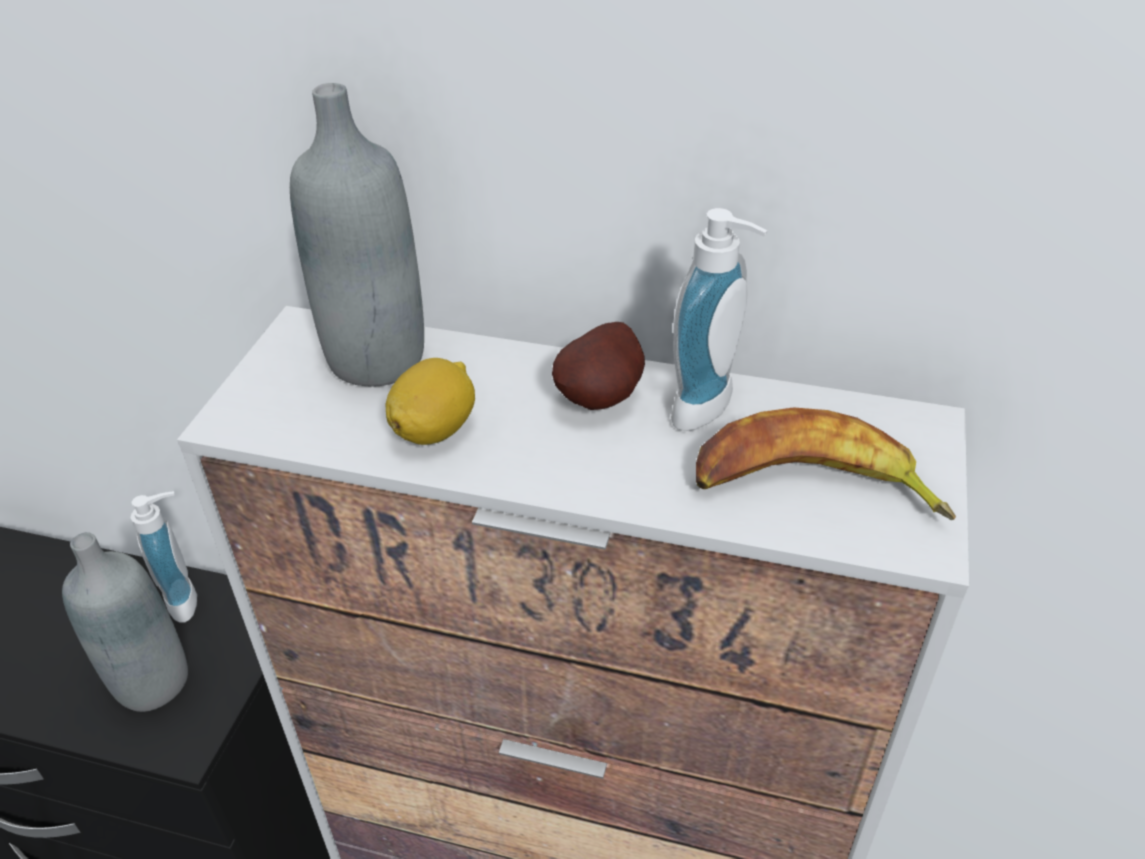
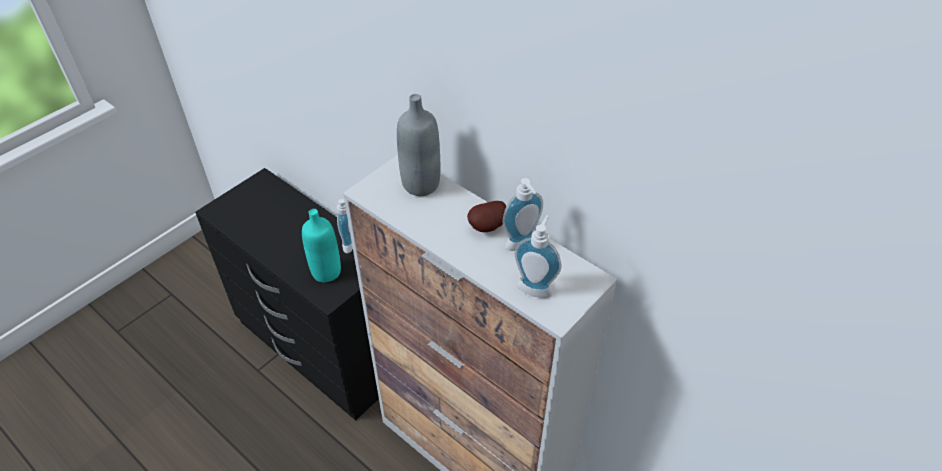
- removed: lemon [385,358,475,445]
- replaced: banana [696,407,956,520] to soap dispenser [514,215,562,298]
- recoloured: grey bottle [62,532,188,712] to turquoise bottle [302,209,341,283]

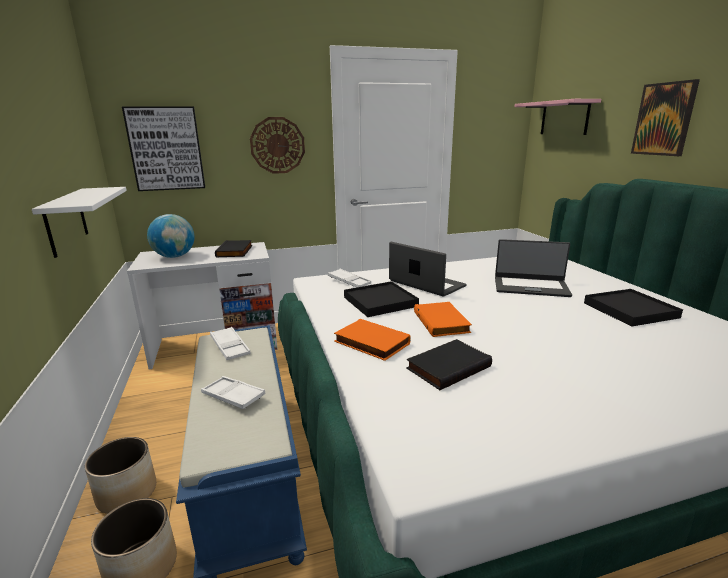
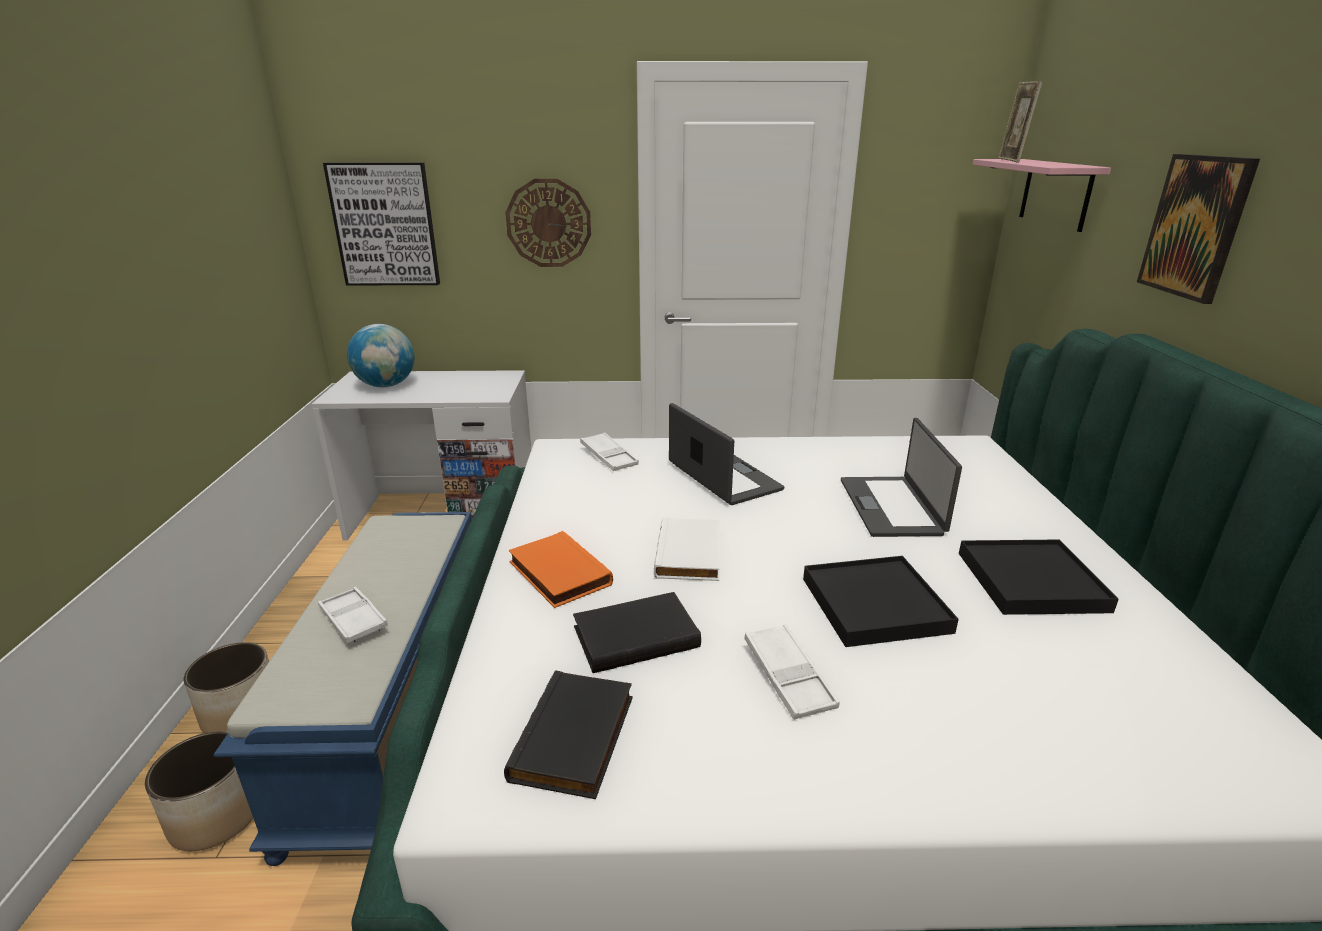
- removed: white shelf [32,187,127,258]
- turned: laptop [495,239,572,297] = [841,418,962,537] 60 degrees clockwise
- moved: black book [215,240,253,258] to [504,670,633,799]
- moved: black tray [344,281,419,317] to [803,556,959,647]
- recoloured: orange book [414,302,472,337] to white book [654,517,721,581]
- moved: white tray [210,327,250,360] to [744,624,840,720]
- added: picture frame [998,81,1043,162]

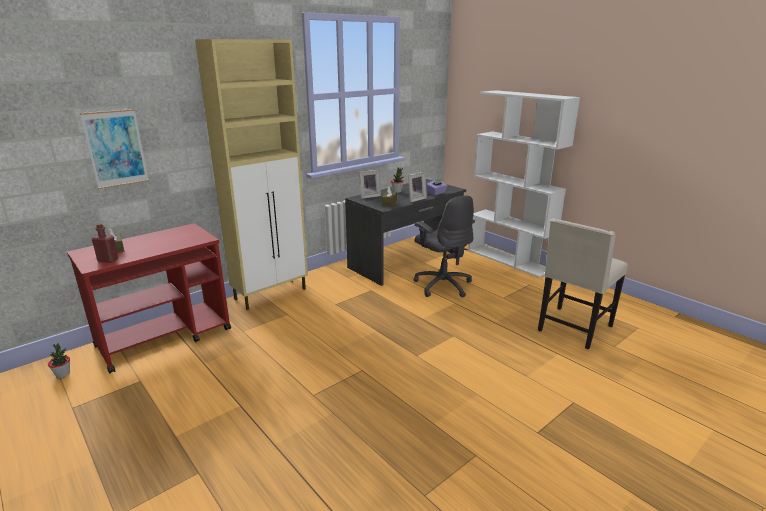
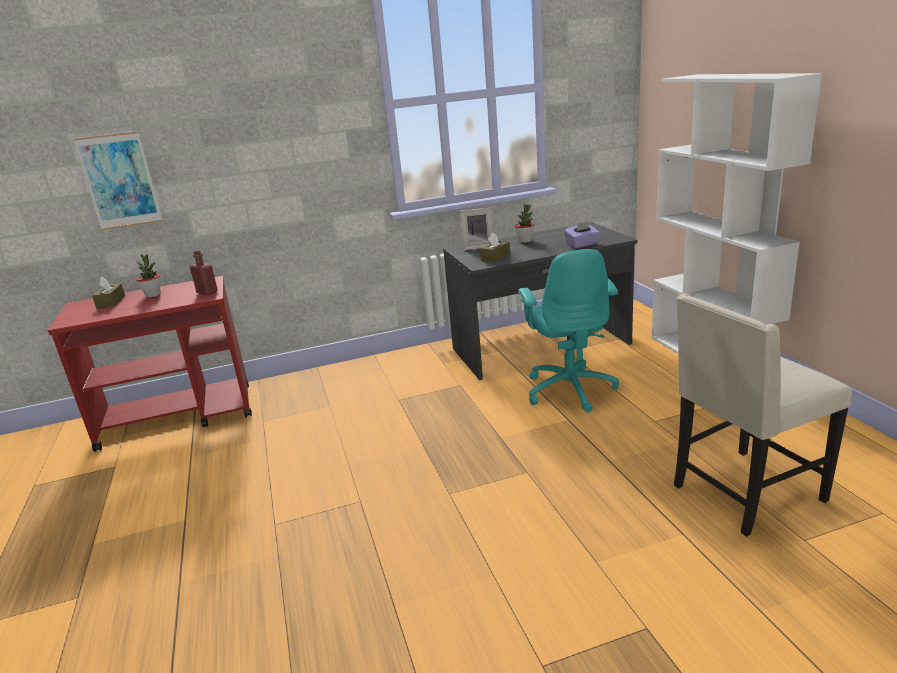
- removed: beige cabinet [195,39,308,310]
- removed: picture frame [408,172,427,202]
- recoloured: grey office chair [414,195,475,298] to turquoise office chair [518,249,619,413]
- moved: red bottle [92,224,118,263] to [190,250,218,295]
- moved: potted plant [48,343,70,378] to [136,254,161,298]

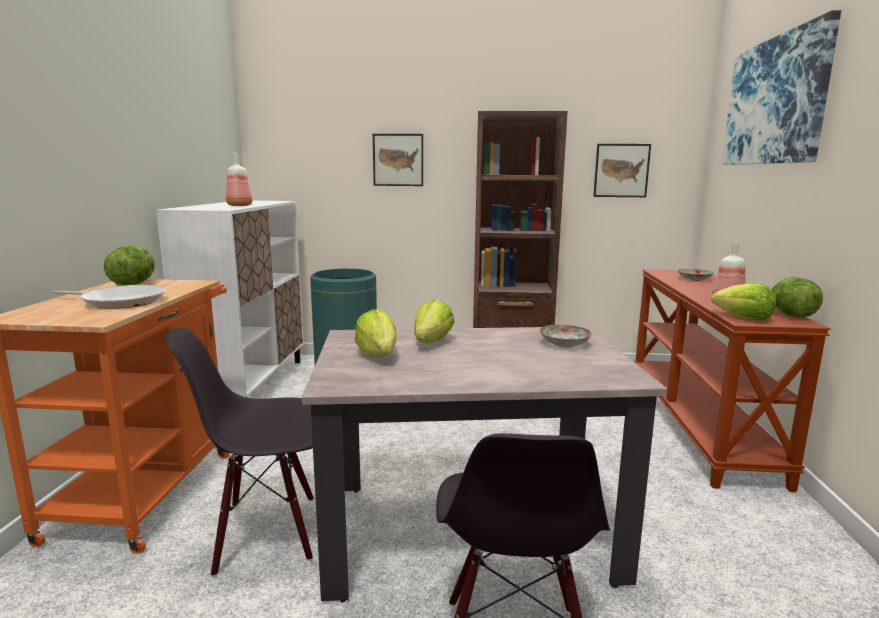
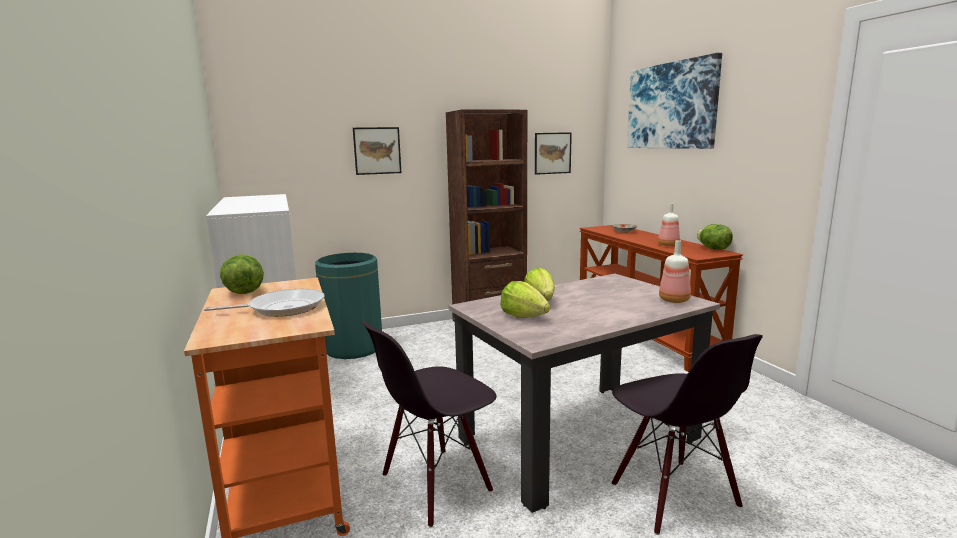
- moved: bottle [226,153,253,206] to [659,240,691,303]
- removed: lettuce [711,283,776,321]
- removed: plate [540,325,592,347]

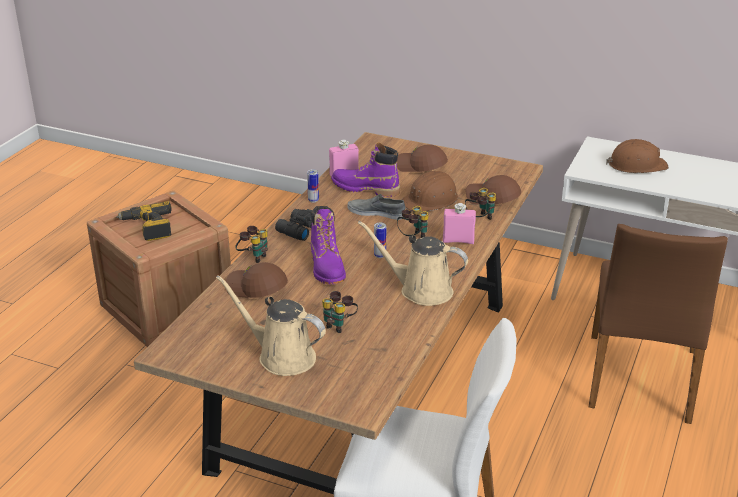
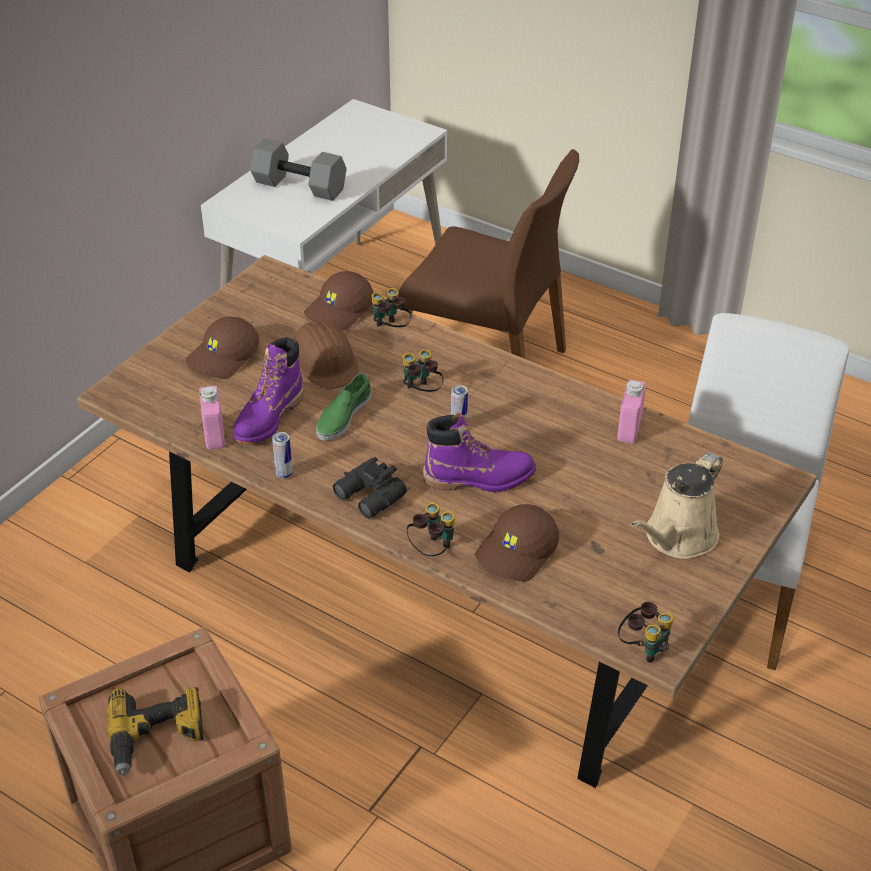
- replaced: brown hard hat [606,139,669,173] to grey dumbbell [250,138,347,201]
- recoloured: grey shoe [348,194,406,220] to green shoe [316,373,371,441]
- moved: pink bottle [443,203,476,244] to [617,380,646,443]
- removed: beige watering can [358,221,468,306]
- moved: binoculars [322,291,358,333] to [618,602,673,663]

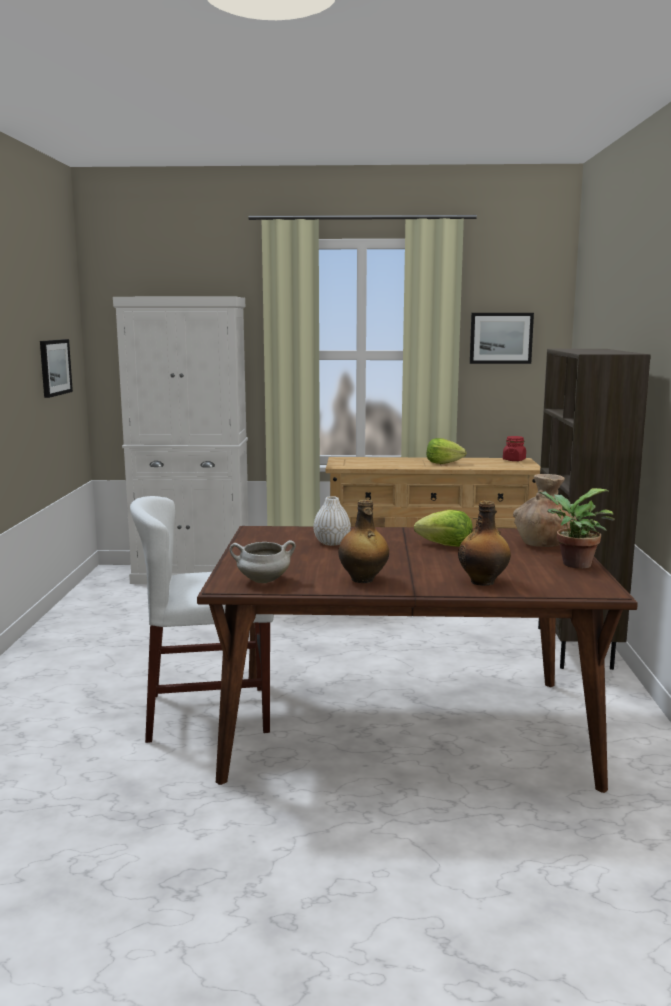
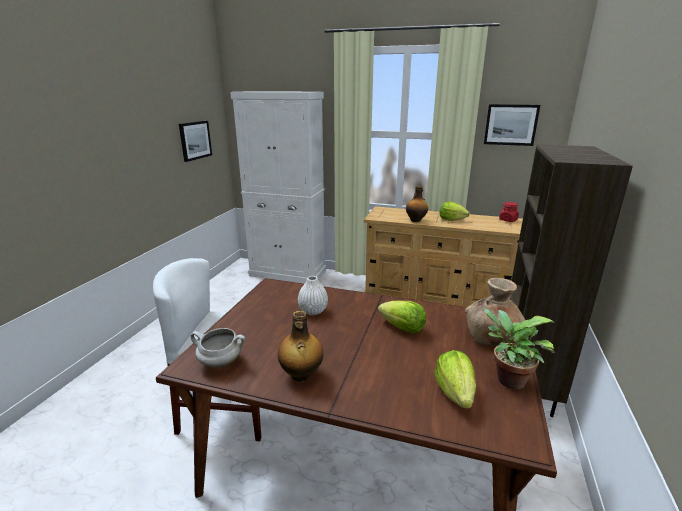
- moved: bottle [458,500,511,586] to [406,185,428,222]
- added: lettuce [435,350,476,409]

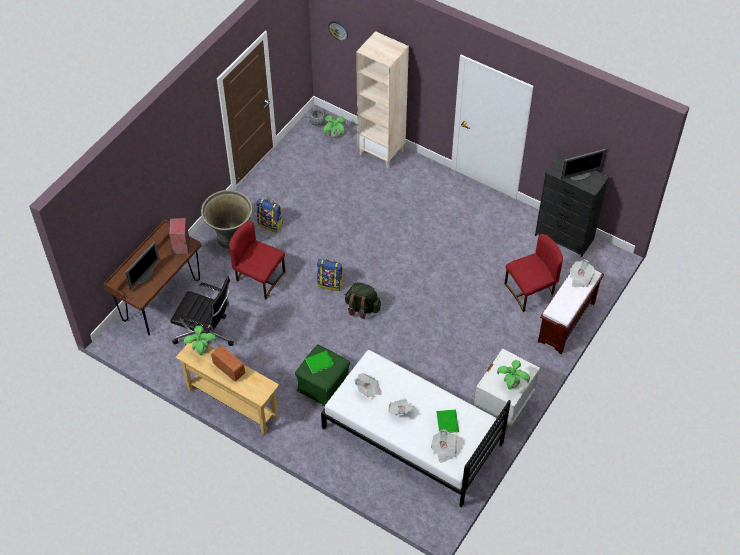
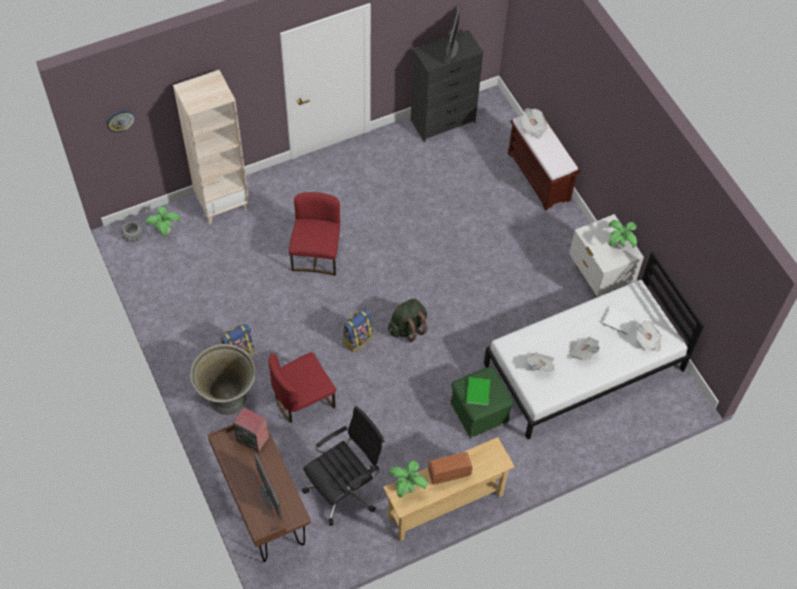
- moved: red chair [504,234,563,312] to [289,192,340,276]
- recoloured: green book [436,410,459,433] to white book [602,307,635,335]

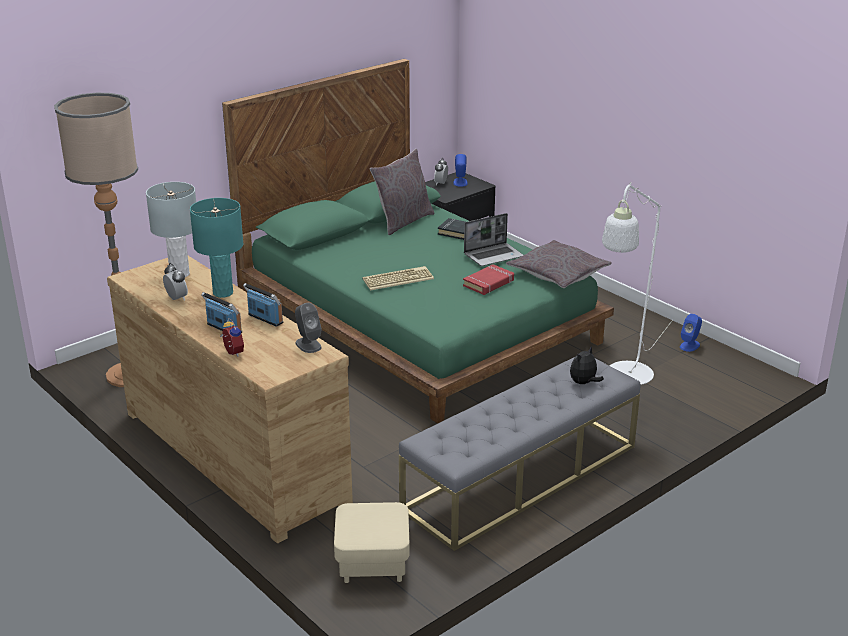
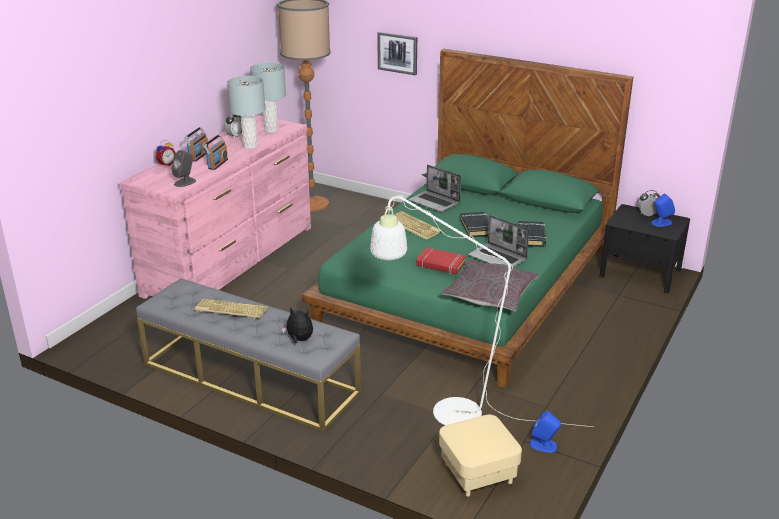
- removed: grey pillow [370,149,434,235]
- recoloured: turquoise table lamp [190,198,243,298] to grey table lamp [227,76,265,149]
- recoloured: brown dresser [107,256,353,543] to pink dresser [120,115,311,299]
- moved: beige ottoman [334,502,410,583] to [439,415,522,497]
- added: picture [378,32,417,75]
- added: laptop [408,165,461,212]
- added: black book [460,212,489,237]
- added: keyboard [194,299,268,319]

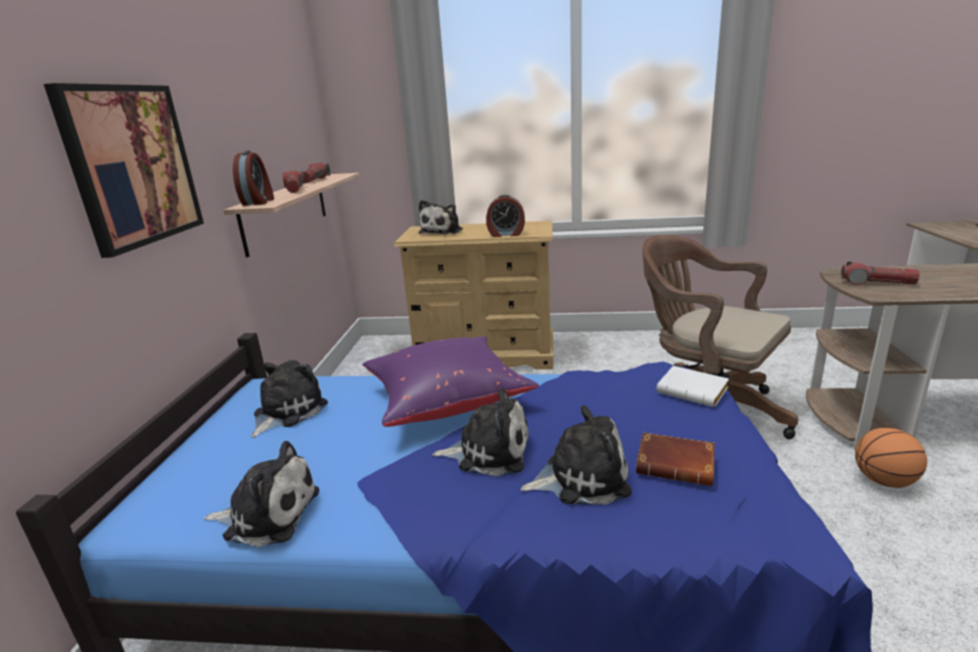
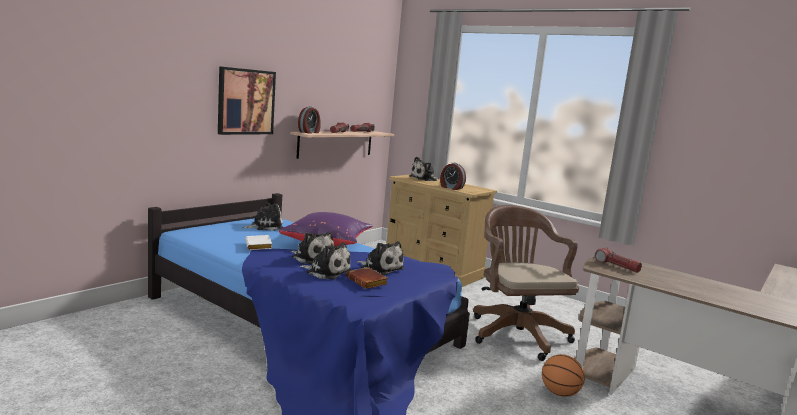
- moved: white book [657,366,729,407] to [245,235,272,250]
- moved: plush toy [204,441,319,547] to [357,241,404,275]

